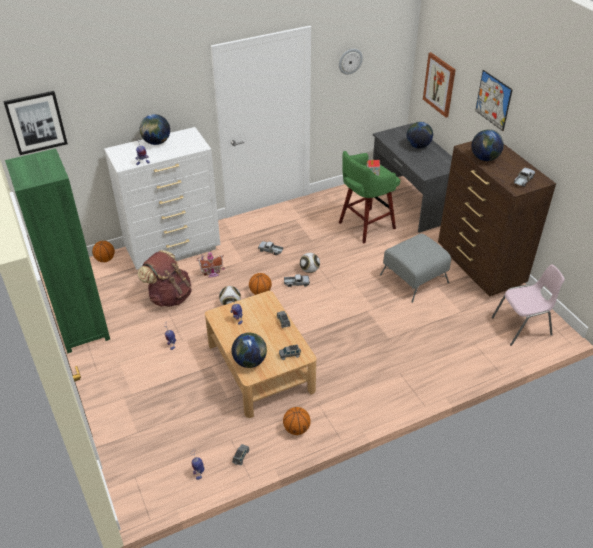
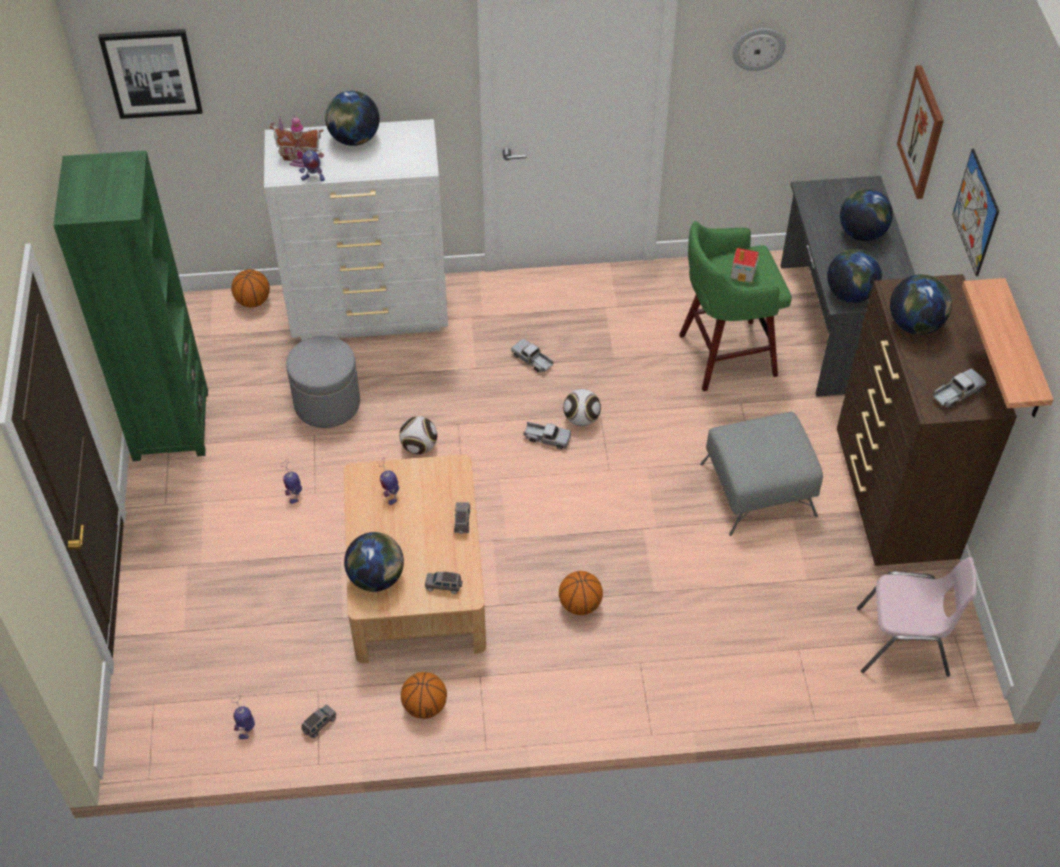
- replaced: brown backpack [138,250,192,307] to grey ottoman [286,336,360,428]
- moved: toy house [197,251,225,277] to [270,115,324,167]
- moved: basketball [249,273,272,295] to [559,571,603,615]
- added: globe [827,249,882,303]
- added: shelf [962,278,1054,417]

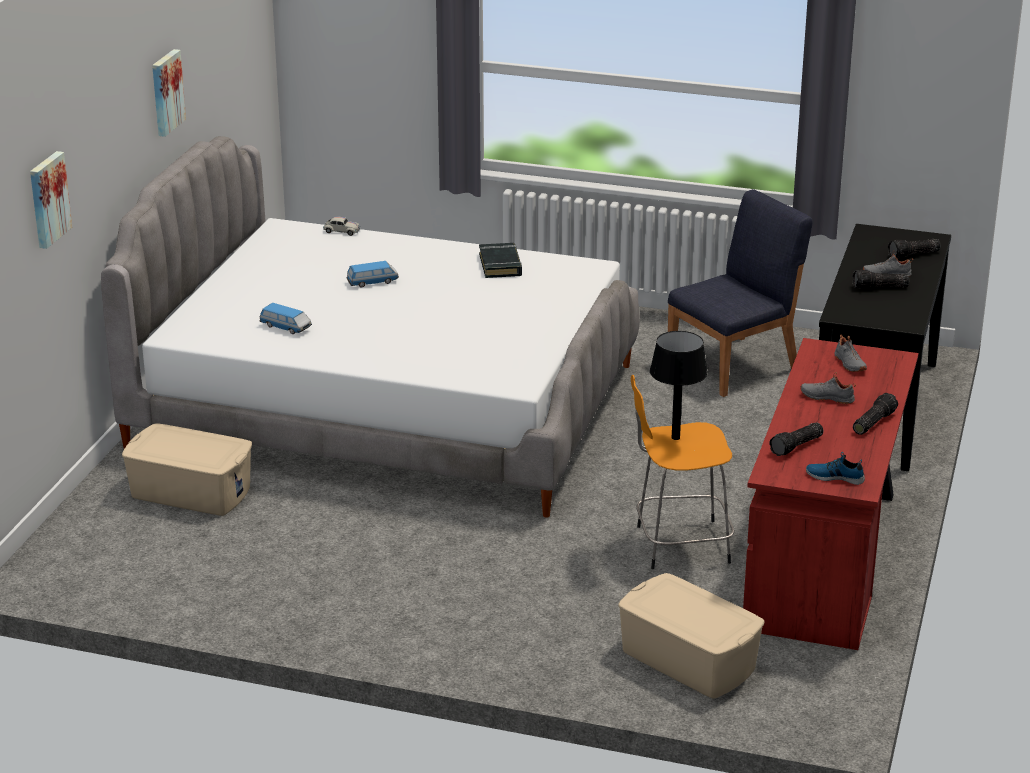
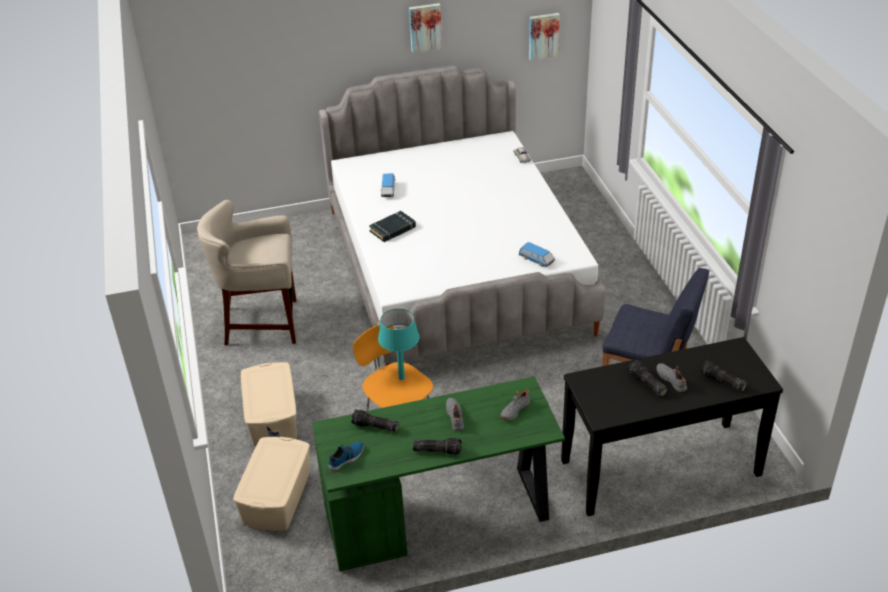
- moved: picture [30,151,72,249] to [529,13,560,61]
- moved: black book [479,243,522,278] to [369,211,416,242]
- moved: toy car [347,261,399,288] to [519,242,555,267]
- recoloured: black table lamp [650,331,708,440] to turquoise table lamp [378,308,419,380]
- recoloured: red desk [743,338,919,650] to green desk [312,376,565,571]
- moved: beige storage box [122,423,252,516] to [241,362,297,446]
- turned: shoe [806,452,865,485] = [328,442,364,471] 60 degrees clockwise
- added: beige stool [197,200,296,346]

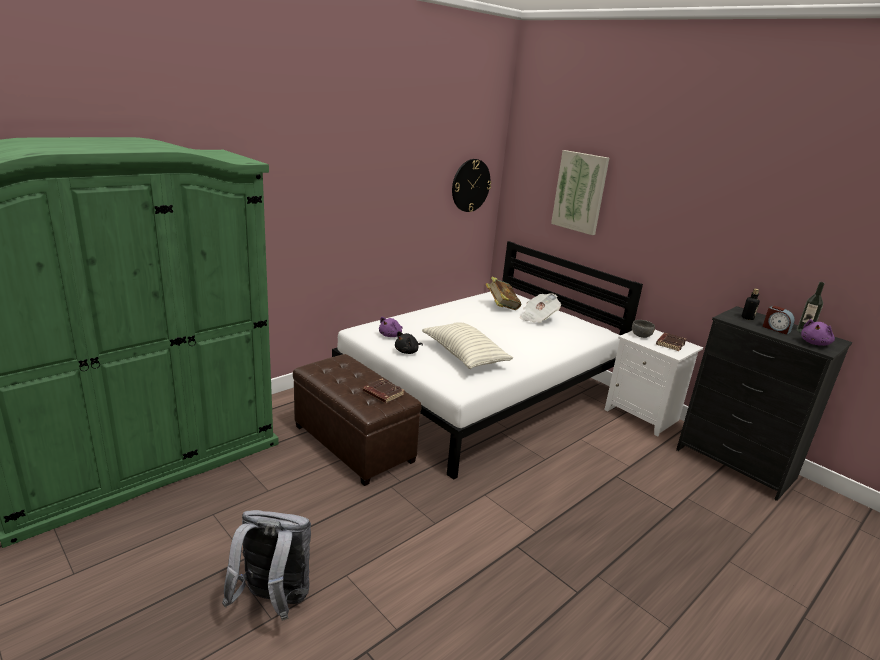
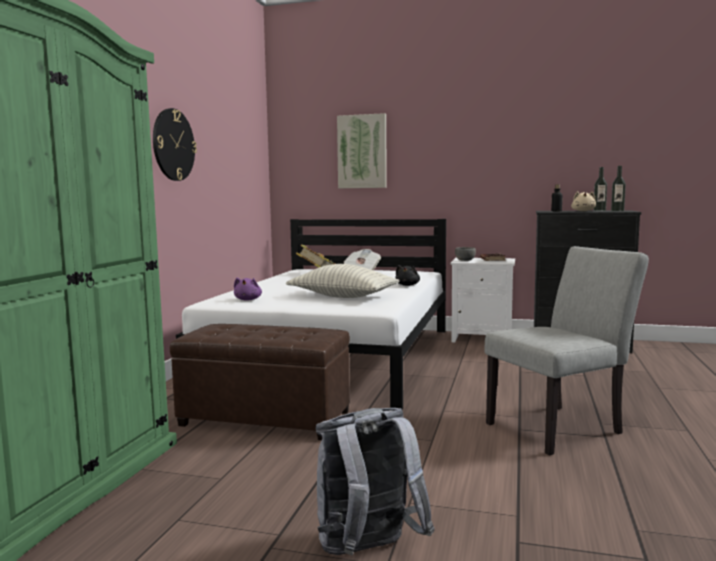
- moved: wall clock [452,159,491,212] to [153,108,197,181]
- replaced: alarm clock [763,306,795,335] to beige plush toy [571,191,596,211]
- replaced: purple plush toy [801,319,835,346] to bottle [611,166,626,212]
- moved: black plush toy [395,331,423,354] to [395,265,420,286]
- removed: brown book [363,379,405,403]
- added: grey chair [485,246,649,456]

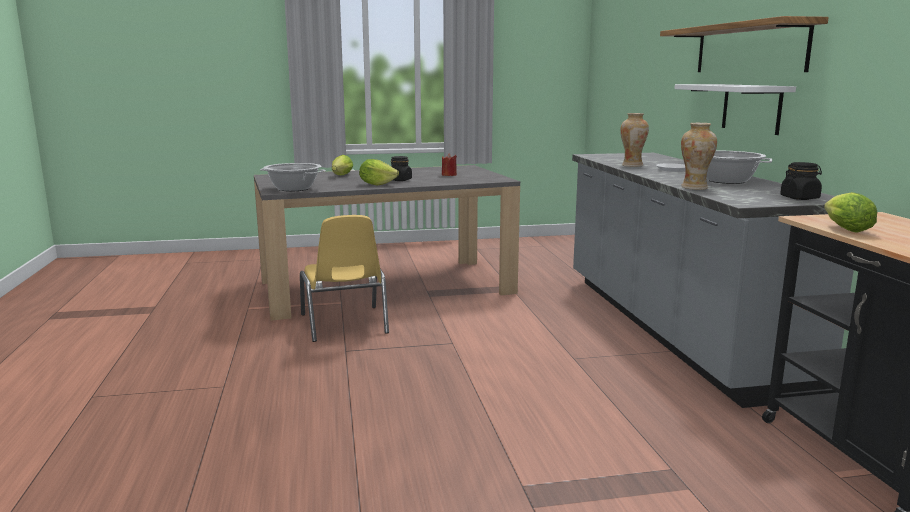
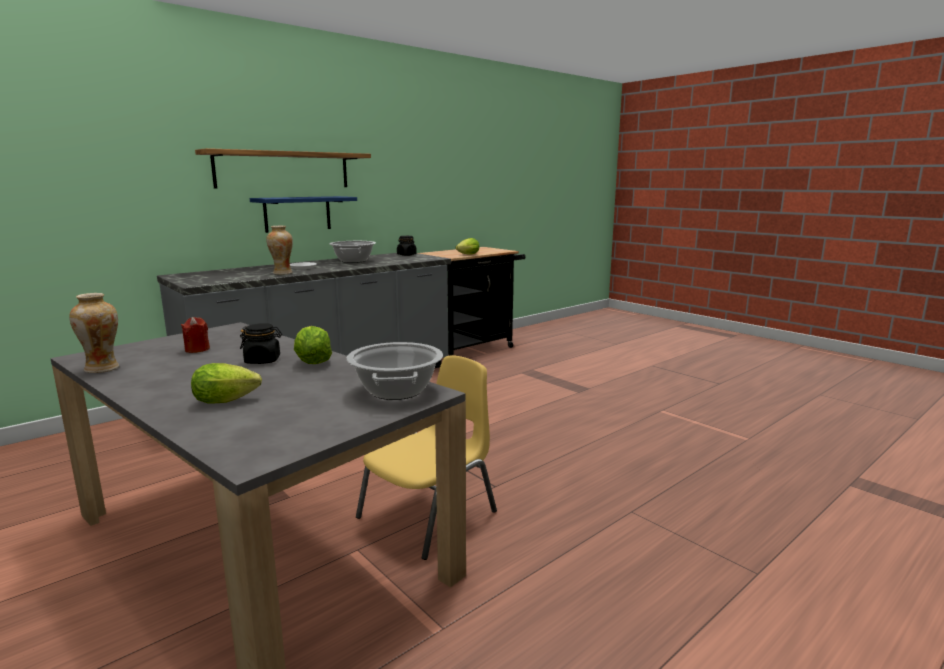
- recoloured: white shelf [674,84,796,135] to blue shelf [250,196,357,233]
- moved: vase [681,123,717,190] to [69,293,119,373]

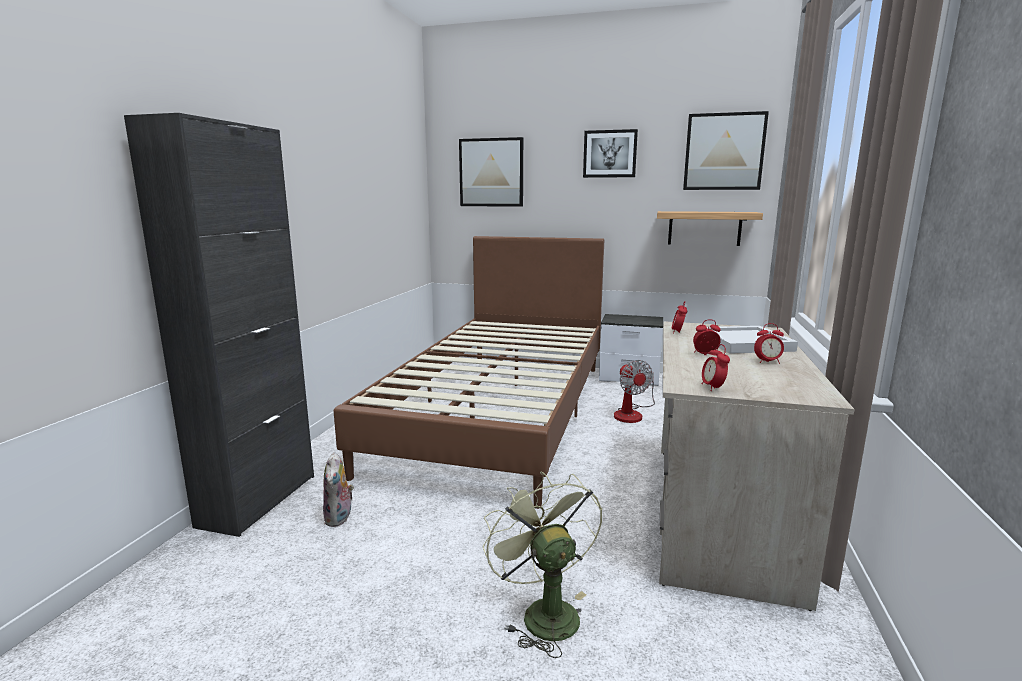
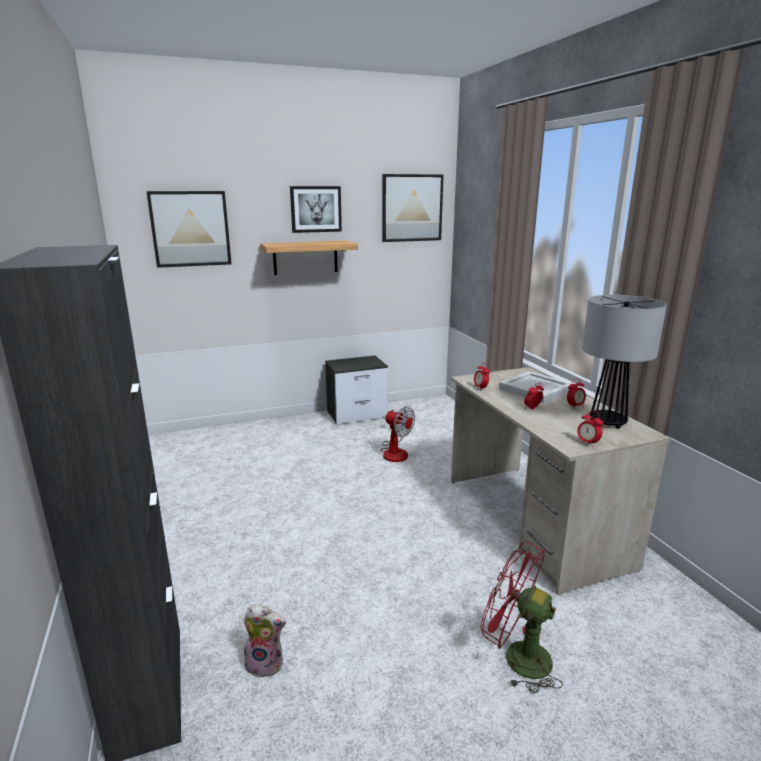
- moved: shelf [657,211,763,246] to [260,241,358,275]
- removed: brown bed [334,236,604,509]
- turned: plush toy [323,452,354,527] = [243,605,286,678] 45 degrees counterclockwise
- recoloured: green fan [483,472,602,658] to red fan [481,542,563,694]
- added: table lamp [582,295,667,429]

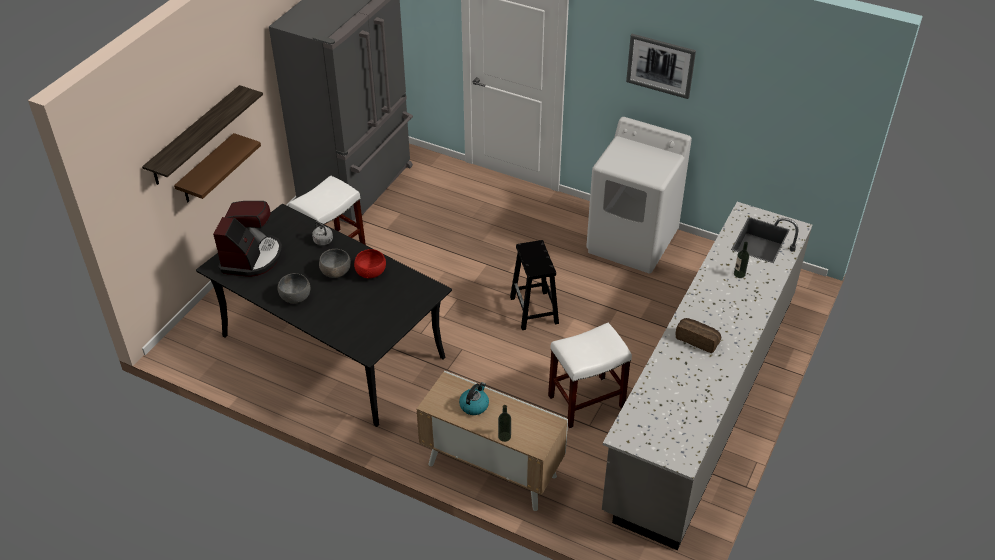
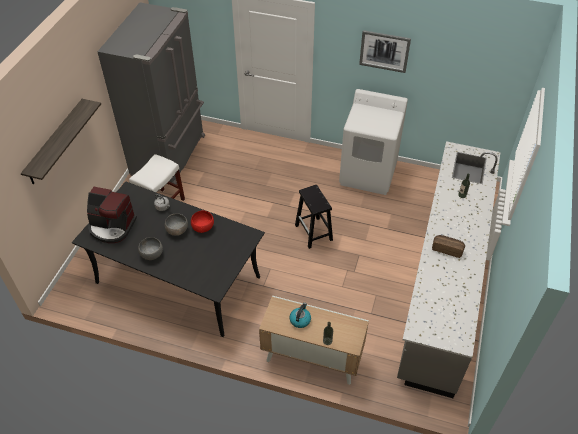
- removed: brown shelf [174,133,261,202]
- turned: coffee machine [213,201,282,277] = [87,187,137,243] 105 degrees clockwise
- removed: white stool [548,323,632,429]

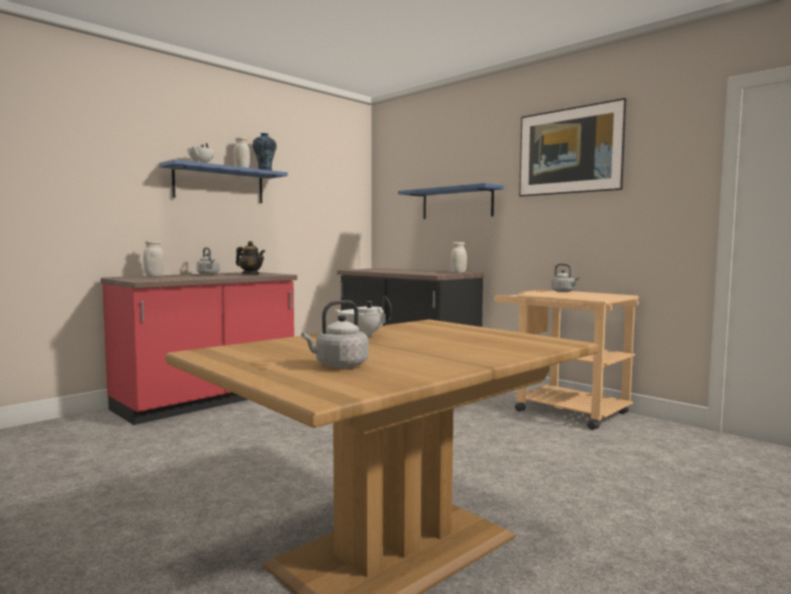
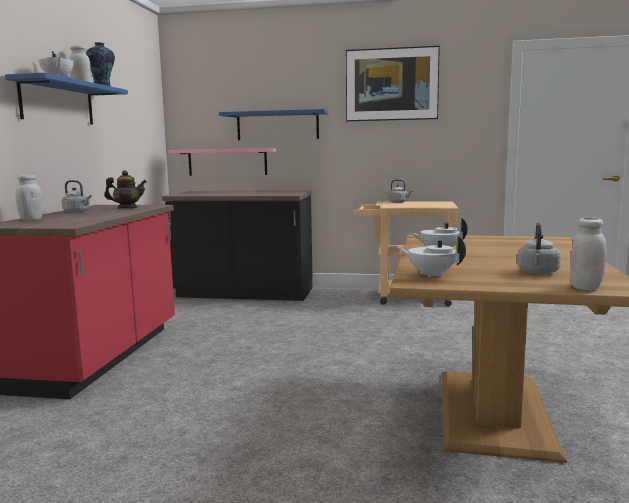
- moved: white jar [450,242,467,273] to [570,217,607,291]
- added: pink shelf [168,148,276,176]
- added: white teapot [398,235,466,278]

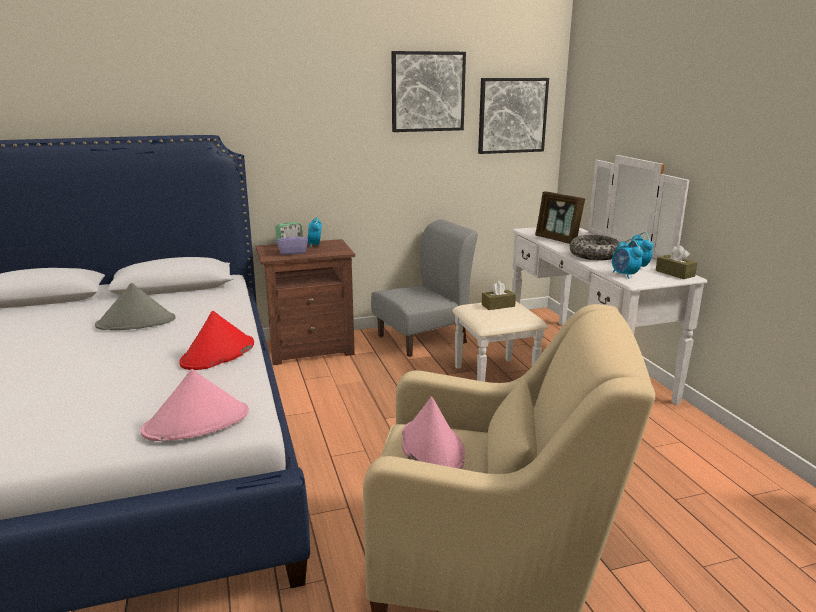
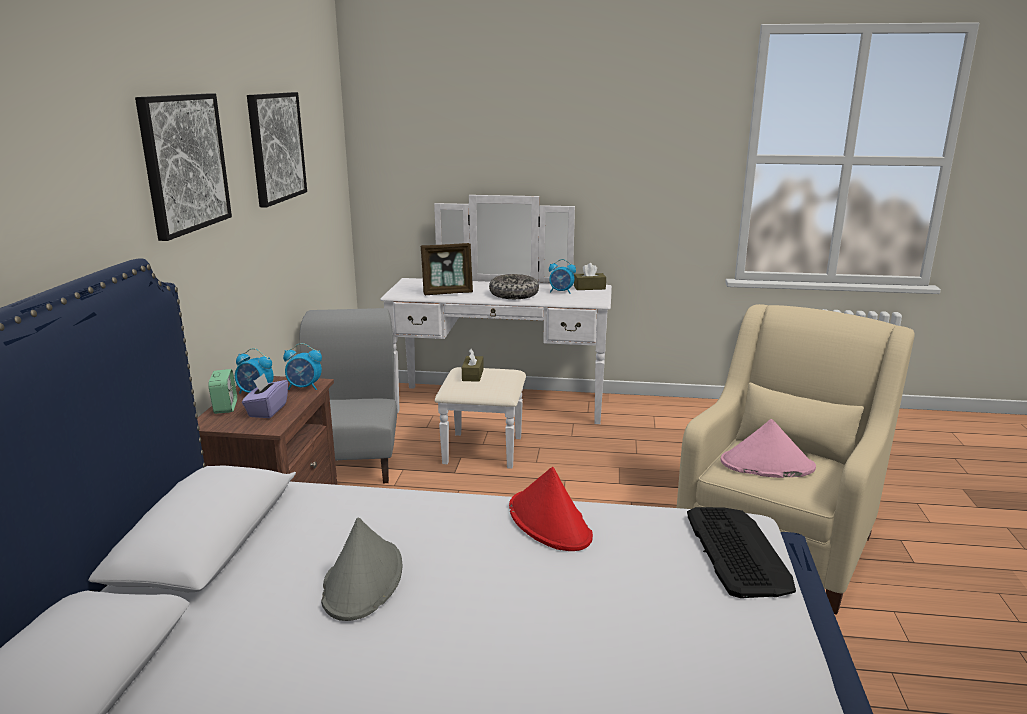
- moved: picture [478,78,549,154] to [135,94,232,241]
- moved: alarm clock [612,239,643,279] to [283,343,322,390]
- replaced: pink hat [141,369,249,441] to keyboard [687,507,796,598]

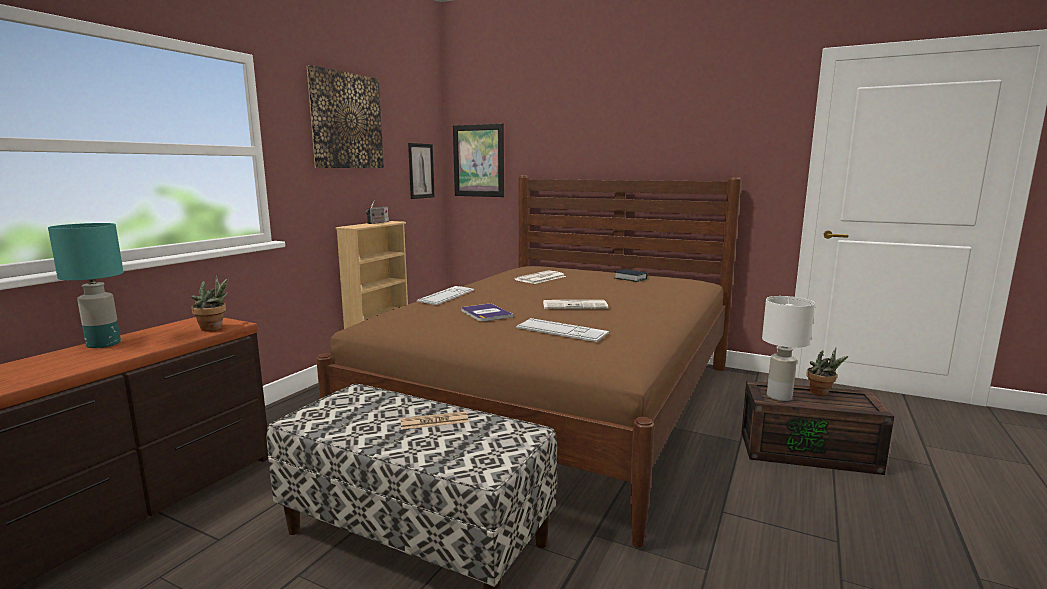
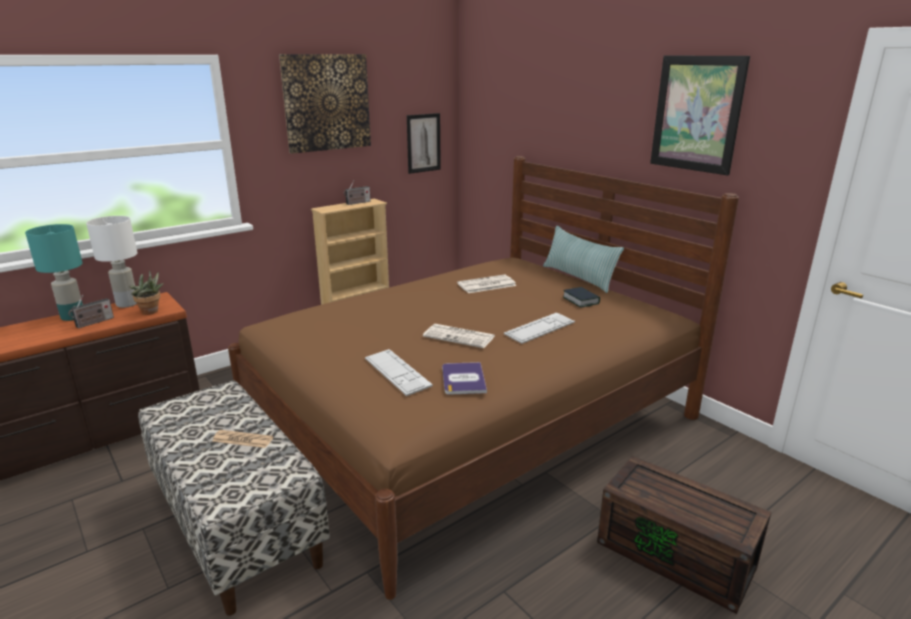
- moved: picture [453,124,504,197] to [650,56,750,175]
- moved: keyboard [417,286,474,305] to [504,313,575,344]
- moved: white table lamp [762,296,815,401] to [86,216,137,308]
- moved: book [461,303,513,322] to [442,362,487,395]
- removed: potted plant [806,348,848,396]
- added: pillow [543,226,624,293]
- added: radio [68,295,114,328]

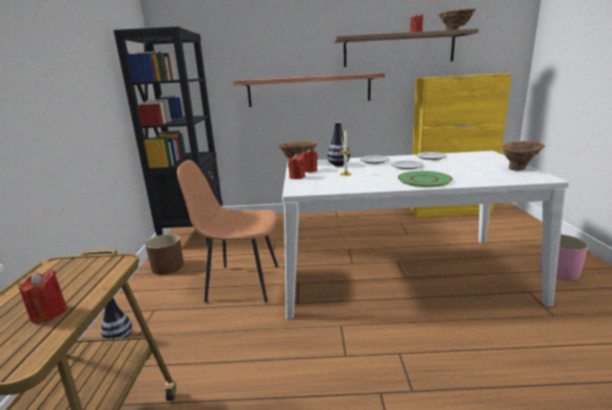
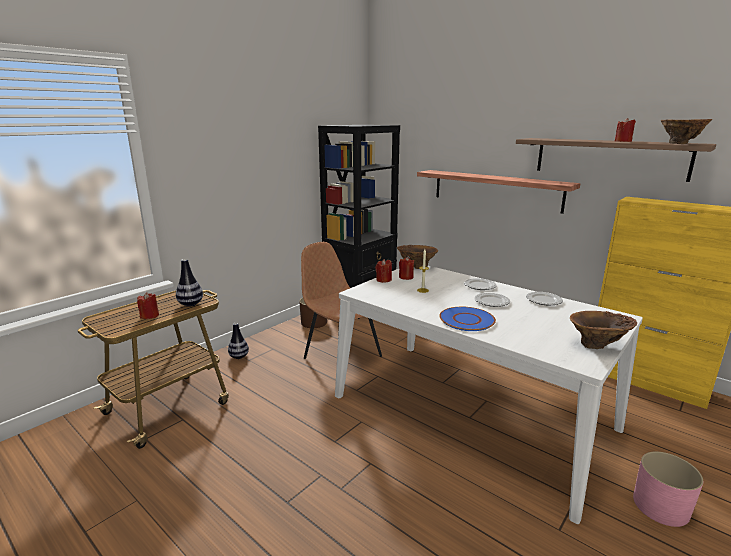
- moved: vase [327,122,350,166] to [176,259,203,307]
- recoloured: green plate [398,171,453,187] to blue plate [439,307,496,331]

